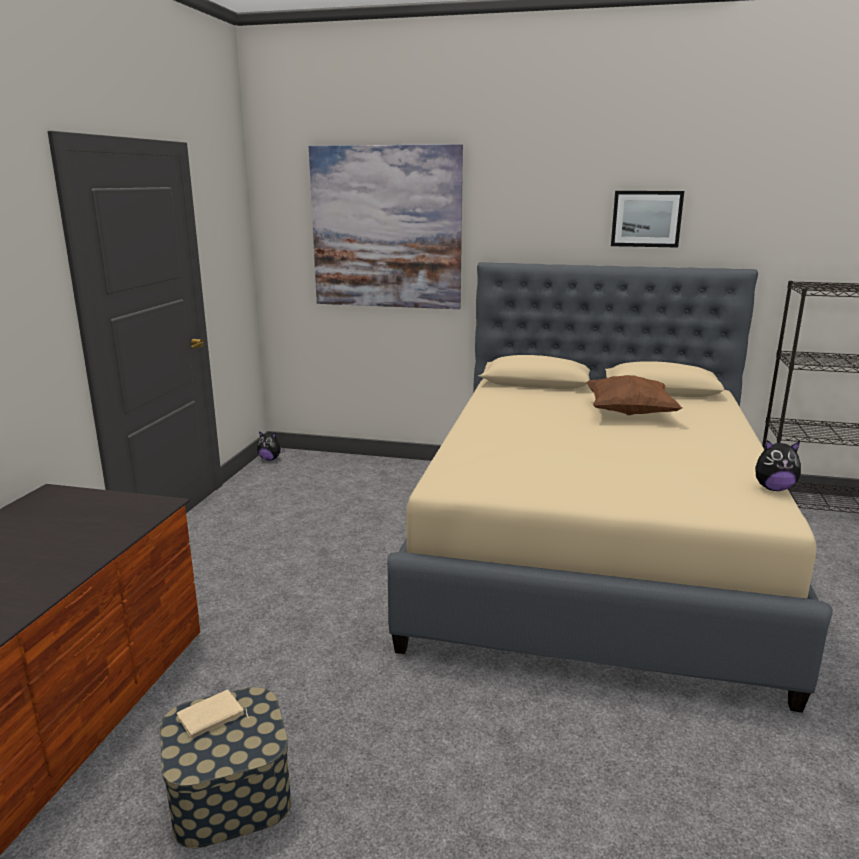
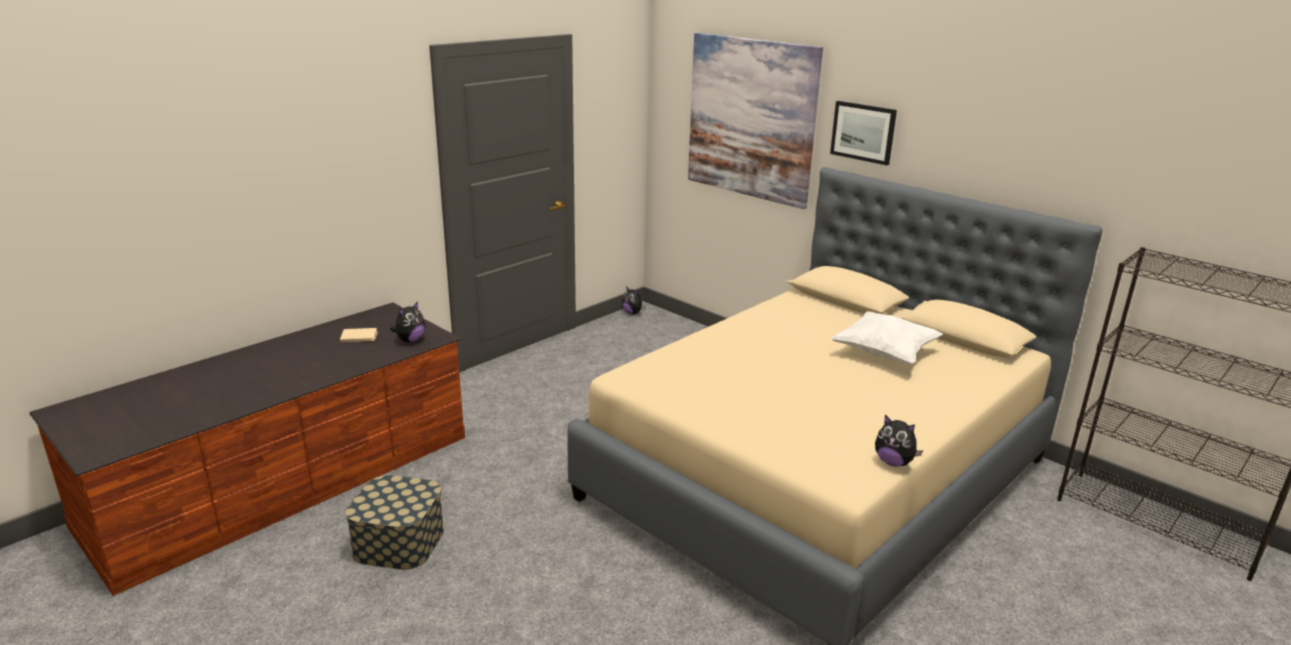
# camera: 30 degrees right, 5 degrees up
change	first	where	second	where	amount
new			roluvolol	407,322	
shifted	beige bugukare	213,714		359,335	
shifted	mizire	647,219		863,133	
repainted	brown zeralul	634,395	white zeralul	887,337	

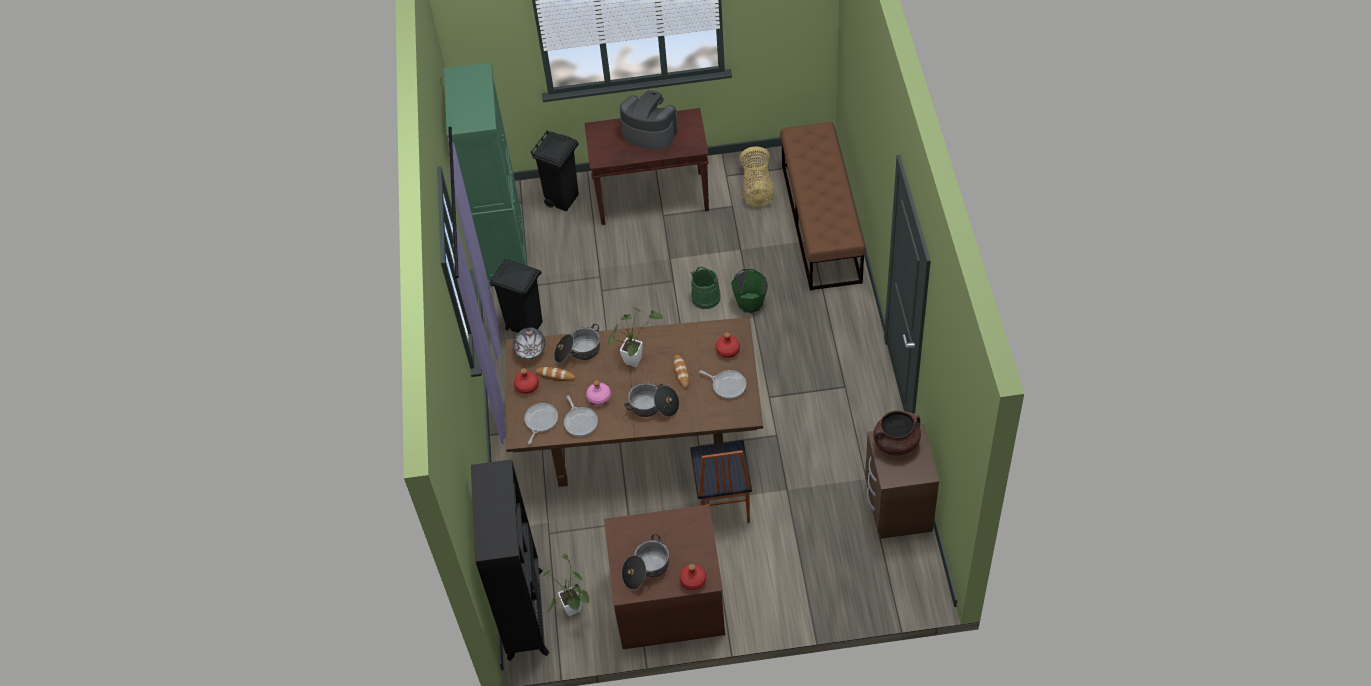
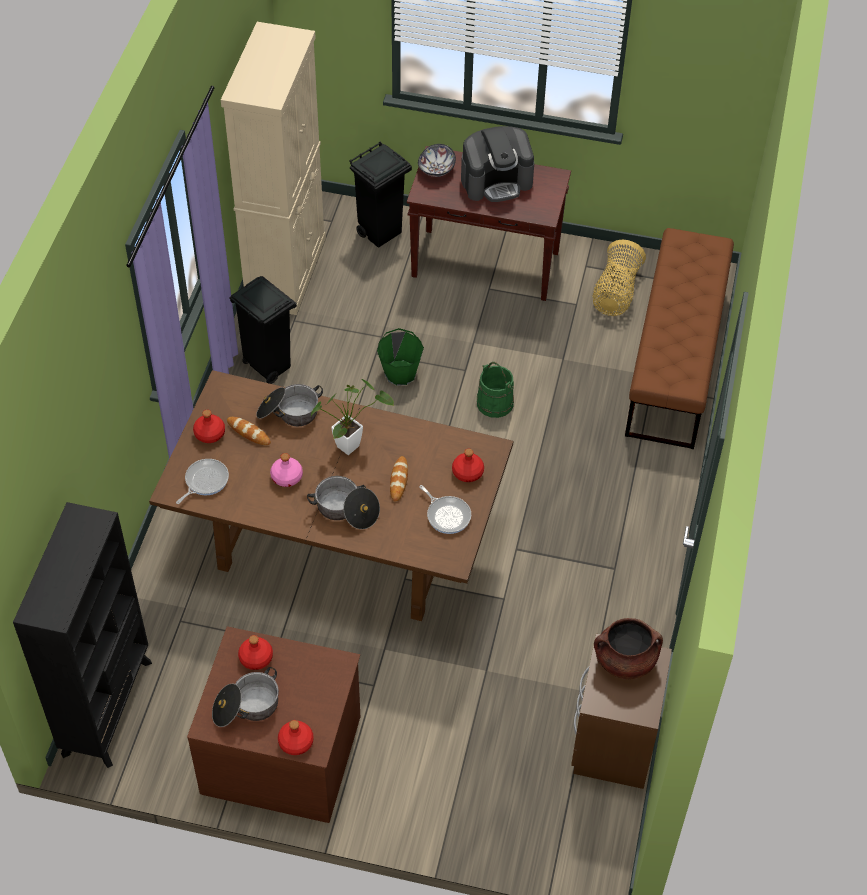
# camera: 15 degrees right, 0 degrees up
change	first	where	second	where	amount
gone	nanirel	566,584			
gone	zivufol	581,416			
gone	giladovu	721,481			
new			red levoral	255,652	
shifted	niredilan	529,343		437,160	
shifted	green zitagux	749,291		400,357	
repainted	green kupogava	485,174	beige kupogava	273,168	
rotated	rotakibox	649,120		497,164	120 degrees clockwise

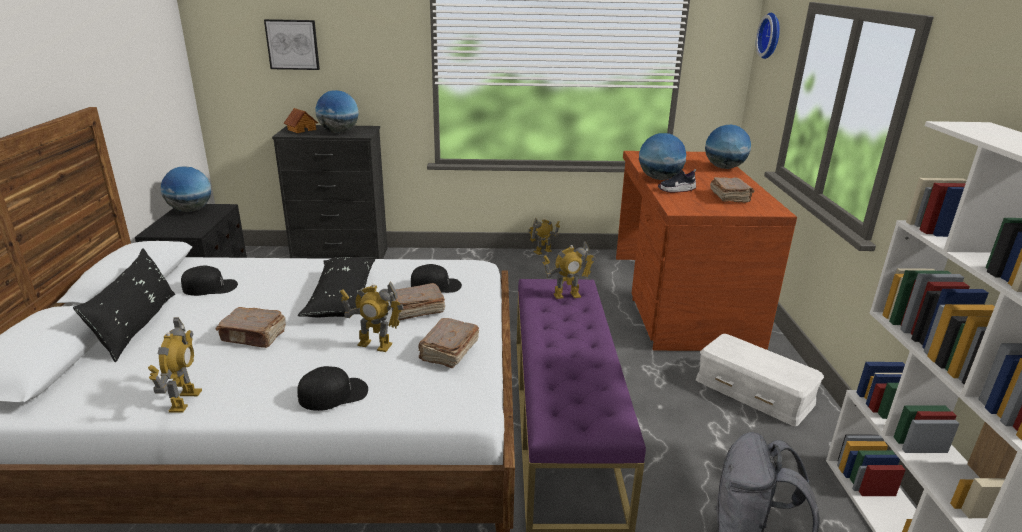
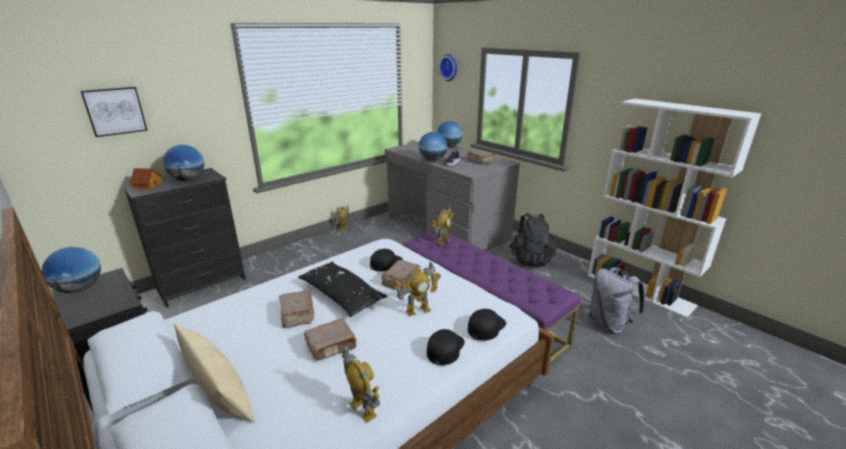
# camera: 40 degrees left, 0 degrees up
change	first	where	second	where	amount
shifted	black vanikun	209,281		487,325	
shifted	brown bugukare	448,343		297,309	
swapped	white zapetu	760,380	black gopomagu	533,240	
repainted	black zeralul	124,305	beige zeralul	214,373	
repainted	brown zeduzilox	706,251	grey zeduzilox	452,196	

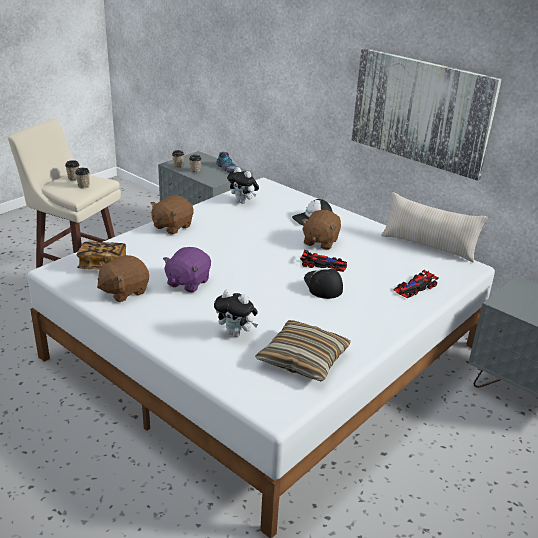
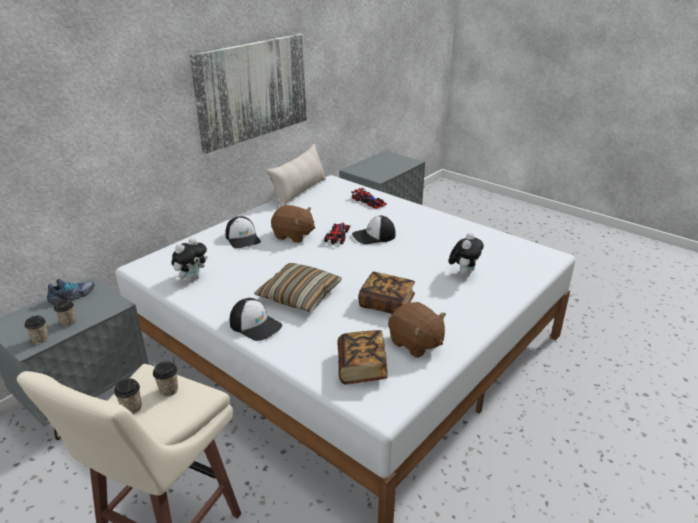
# camera: 90 degrees left, 0 degrees up
change	first	where	second	where	amount
shifted	zeralul	303,351		298,287	
swapped	brown roluvolol	172,215	vanikun	256,319	
swapped	purple roluvolol	187,270	bugukare	386,292	

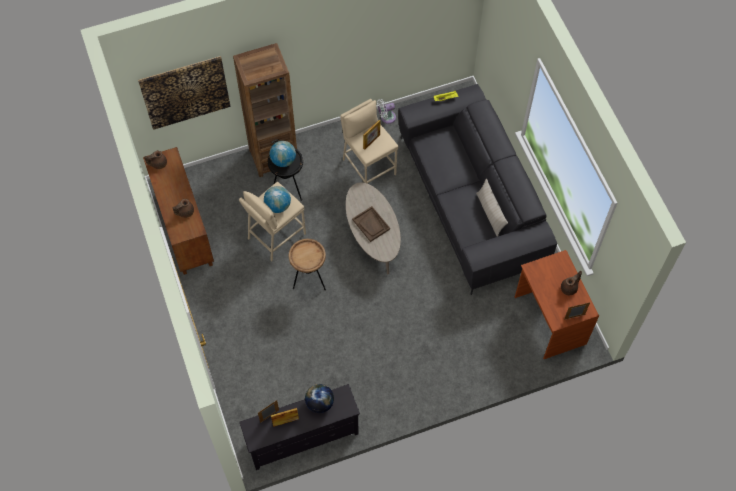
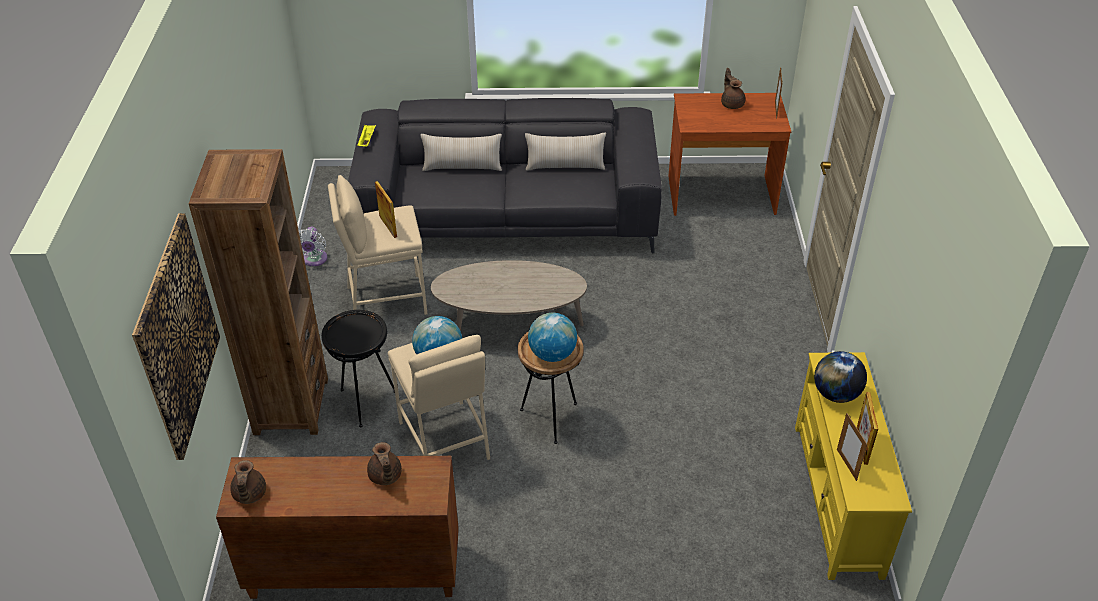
# camera: 70 degrees left, 20 degrees down
change	first	where	second	where	amount
gone	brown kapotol	371,224			
new			beige zeralul	461,152	
shifted	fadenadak	283,154		552,337	
repainted	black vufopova	300,427	yellow vufopova	853,466	

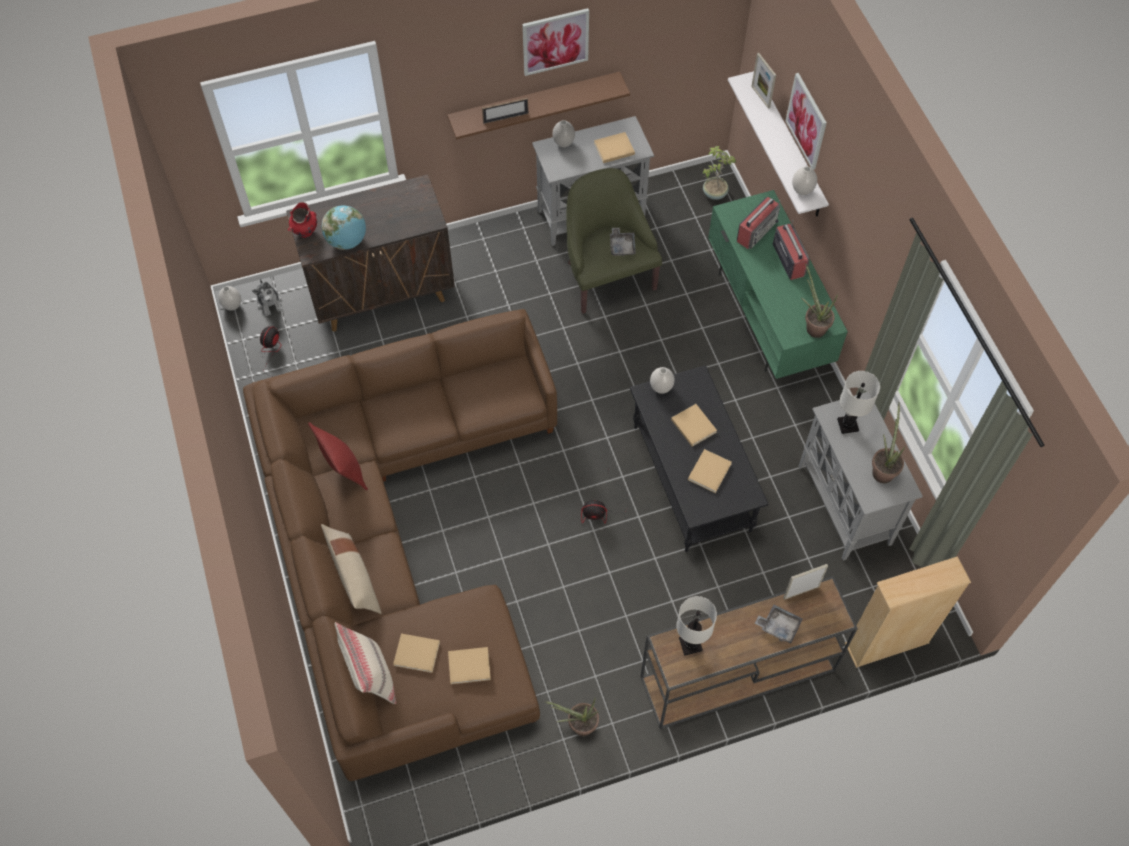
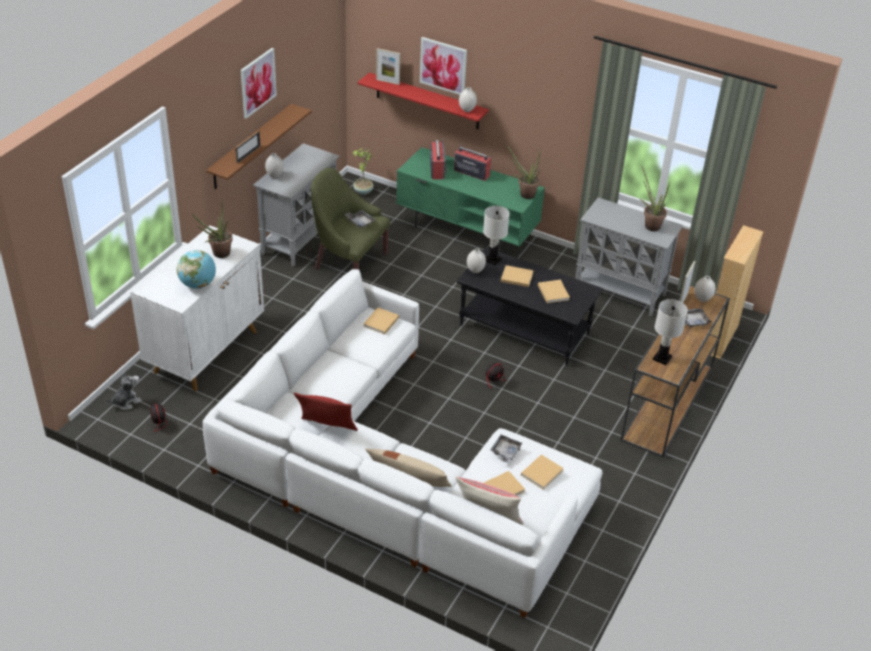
# camera: 45 degrees left, 20 degrees down
change	first	where	second	where	amount
gone	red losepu	302,220			
new			grey kapotol	506,449	
shifted	white losepu	229,298		704,289	
shifted	nanirel	572,717		212,229	
shifted	beige bugukare	614,147		381,321	
shifted	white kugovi	858,402		496,236	
repainted	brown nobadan	400,545	white nobadan	403,443	
repainted	brown kupogava	370,253	white kupogava	197,308	
repainted	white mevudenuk	778,143	red mevudenuk	423,100	
rotated	roluvolol	267,297		124,391	60 degrees counterclockwise

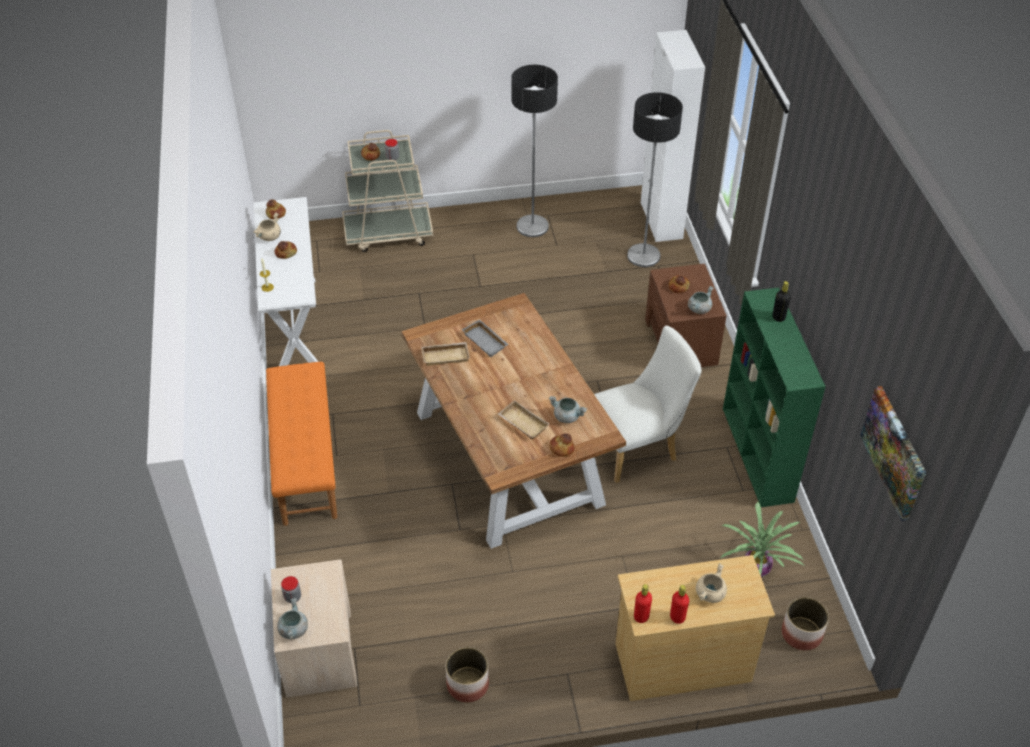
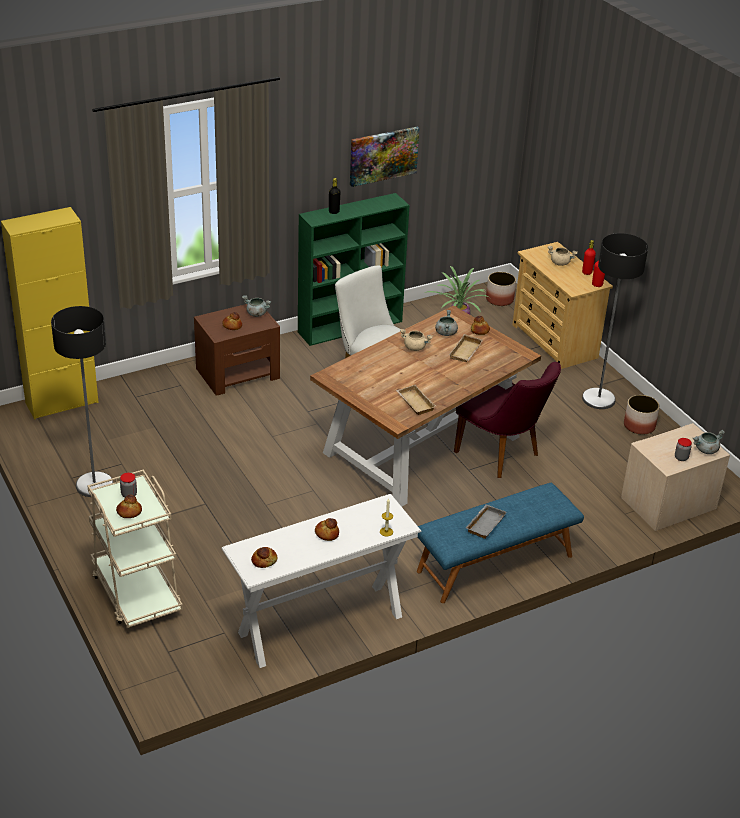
# camera: 110 degrees left, 10 degrees down
change	first	where	second	where	amount
new			purple giladovu	507,420	
shifted	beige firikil	267,226		416,340	
shifted	grey kapotol	485,338		486,521	
shifted	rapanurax	655,179		615,321	
shifted	mizire	893,453		384,157	
repainted	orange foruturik	301,444	blue foruturik	500,543	
repainted	white kupogava	673,136	yellow kupogava	50,313	

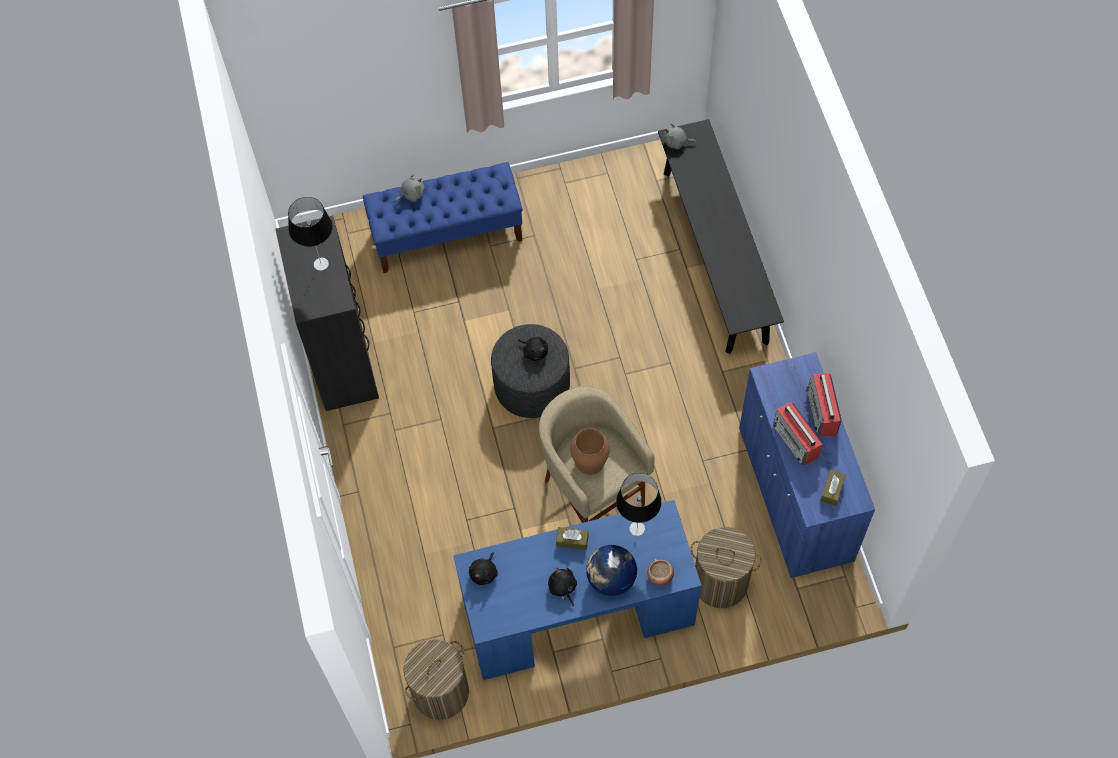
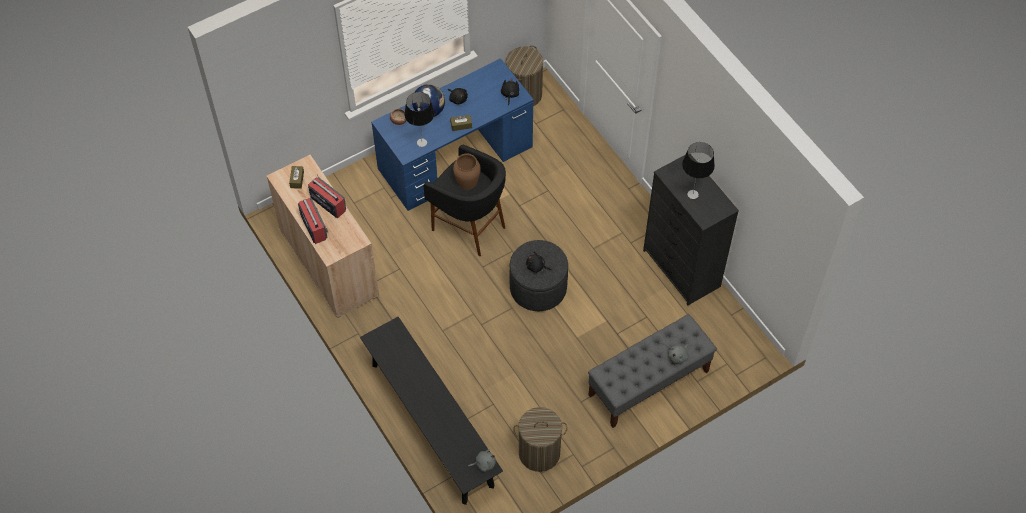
# camera: 160 degrees right, 5 degrees down
change	first	where	second	where	amount
shifted	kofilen	726,567		540,439	
repainted	blue foruturik	443,217	grey foruturik	652,371	
repainted	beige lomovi	596,454	black lomovi	465,200	
repainted	blue kupogava	807,465	beige kupogava	323,236	

